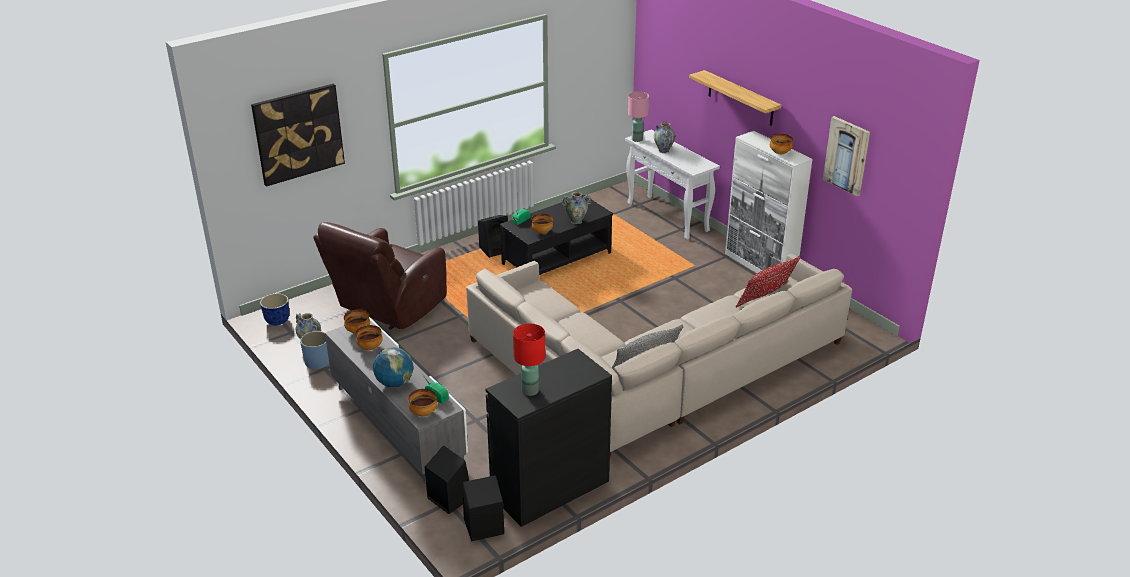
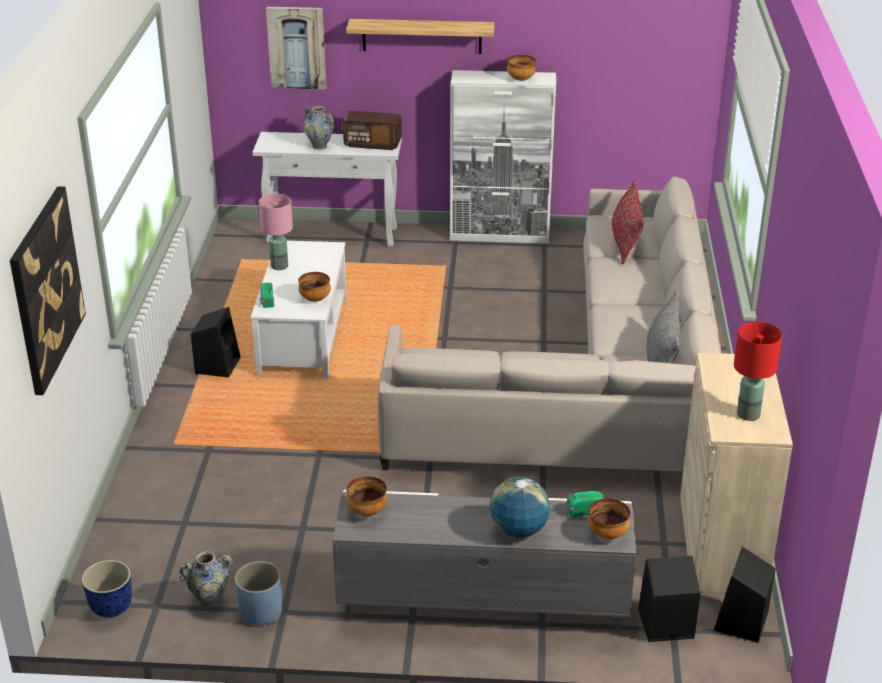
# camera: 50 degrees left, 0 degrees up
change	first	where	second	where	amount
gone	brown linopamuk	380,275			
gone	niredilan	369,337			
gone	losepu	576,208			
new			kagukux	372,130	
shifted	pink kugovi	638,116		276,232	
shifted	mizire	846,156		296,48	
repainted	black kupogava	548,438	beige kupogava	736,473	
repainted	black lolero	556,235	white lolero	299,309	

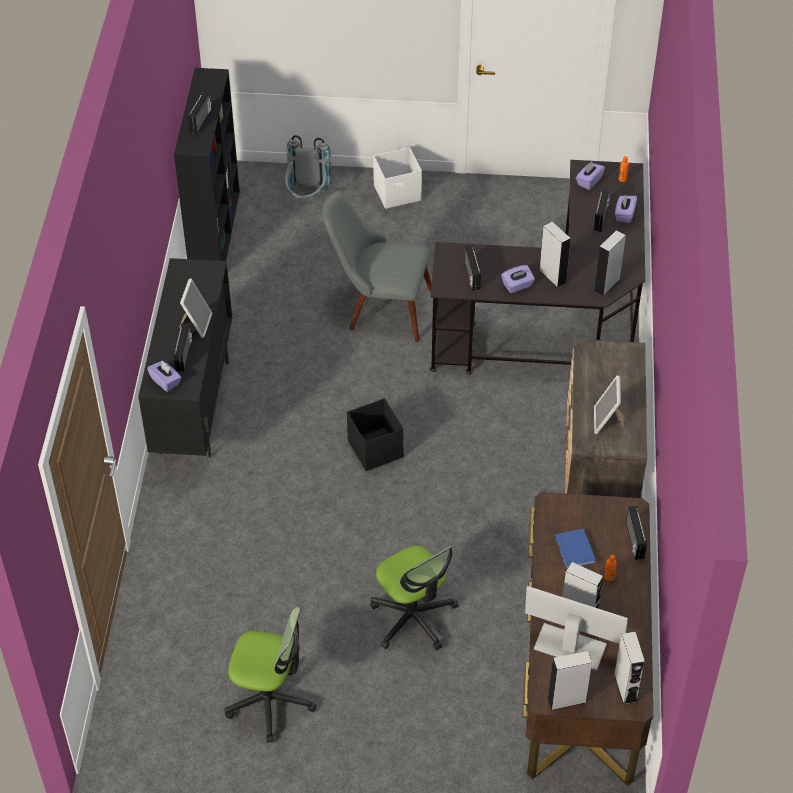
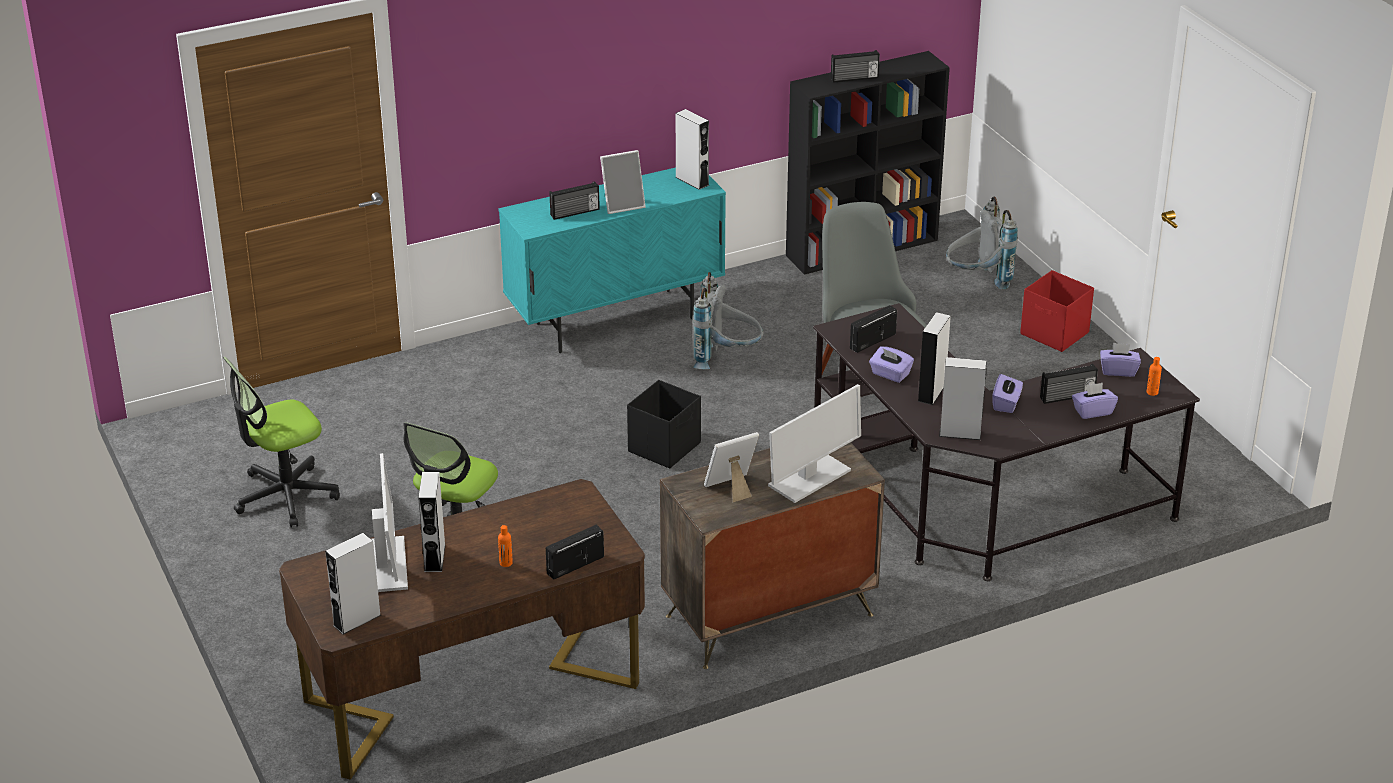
# camera: 60 degrees right, 15 degrees down
change	first	where	second	where	amount
gone	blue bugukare	575,549			
new			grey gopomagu	728,320	
new			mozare	814,443	
shifted	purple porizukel	164,376		1007,393	
shifted	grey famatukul	569,681		692,149	
repainted	black kupogava	185,358	turquoise kupogava	612,260	
repainted	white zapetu	397,178	red zapetu	1057,311	
rotated	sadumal	270,675		281,442	75 degrees clockwise

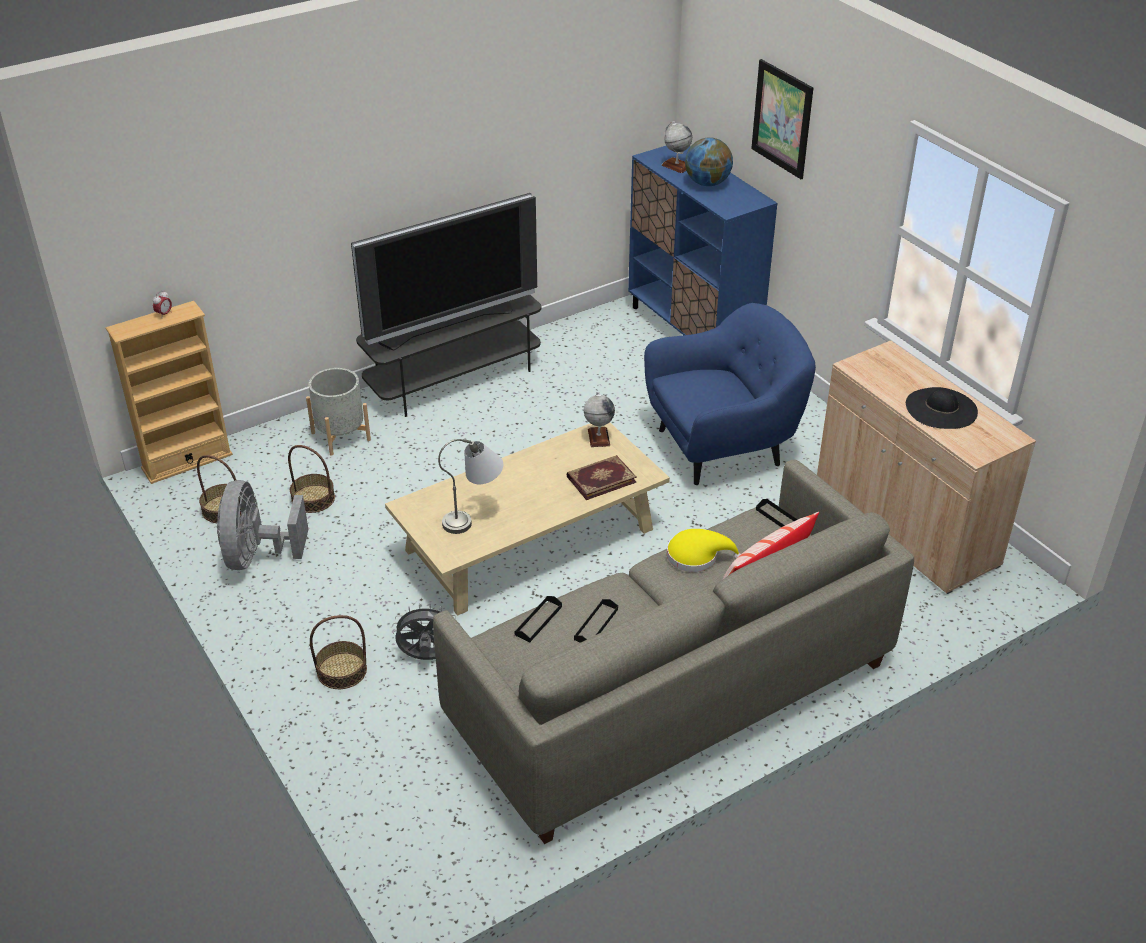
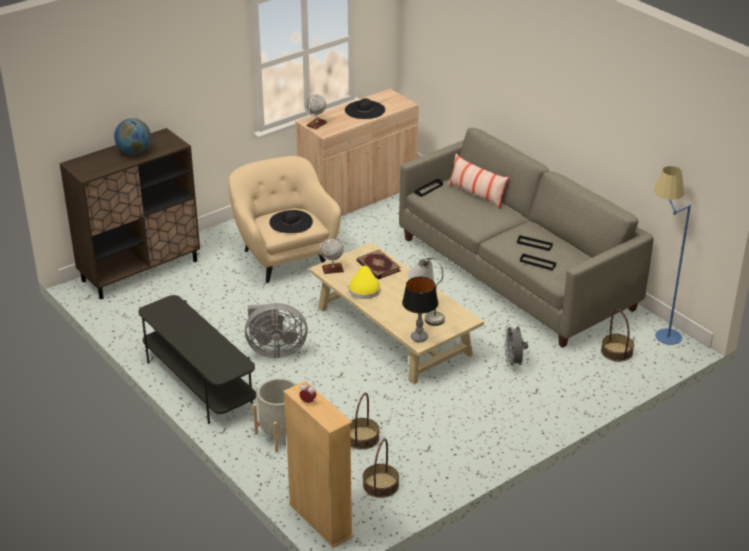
# camera: 95 degrees left, 5 degrees down
change	first	where	second	where	amount
gone	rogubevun	444,271			
gone	mizire	782,119			
new			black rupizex	291,221	
new			kugovi	420,309	
new			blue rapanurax	672,255	
shifted	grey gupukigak	263,525		276,330	
shifted	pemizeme	338,652		617,335	
shifted	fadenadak	677,147		316,112	
shifted	yellow rupizex	704,550		364,282	
repainted	blue kupogava	702,240	brown kupogava	130,213	
repainted	blue linopamuk	730,394	beige linopamuk	284,219	

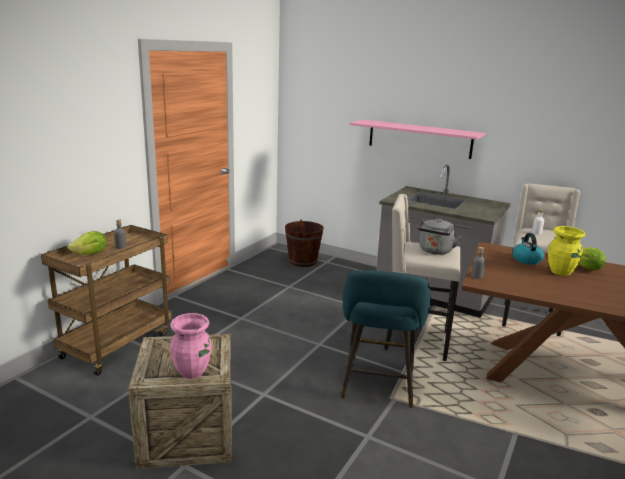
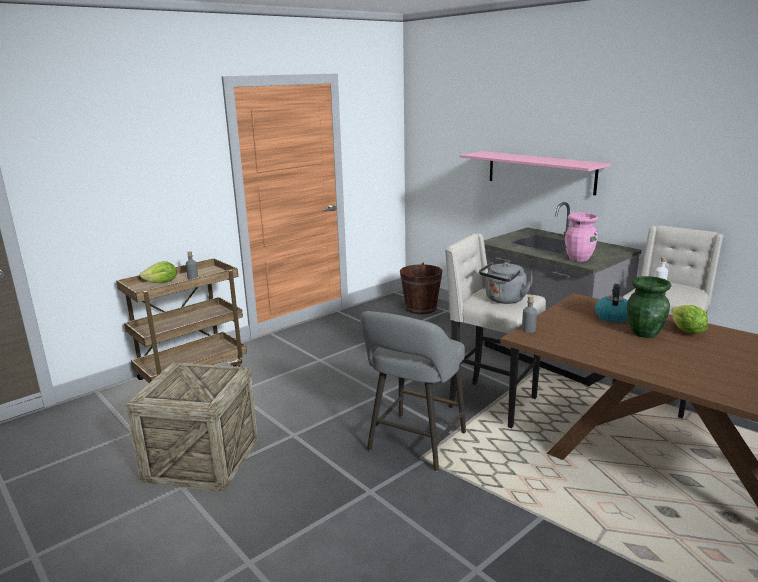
# camera: 20 degrees right, 0 degrees up
change	first	where	second	where	amount
shifted	pink losepu	191,346		581,237	
repainted	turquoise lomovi	386,339	grey lomovi	413,391	
repainted	yellow losepu	566,251	green losepu	649,307	

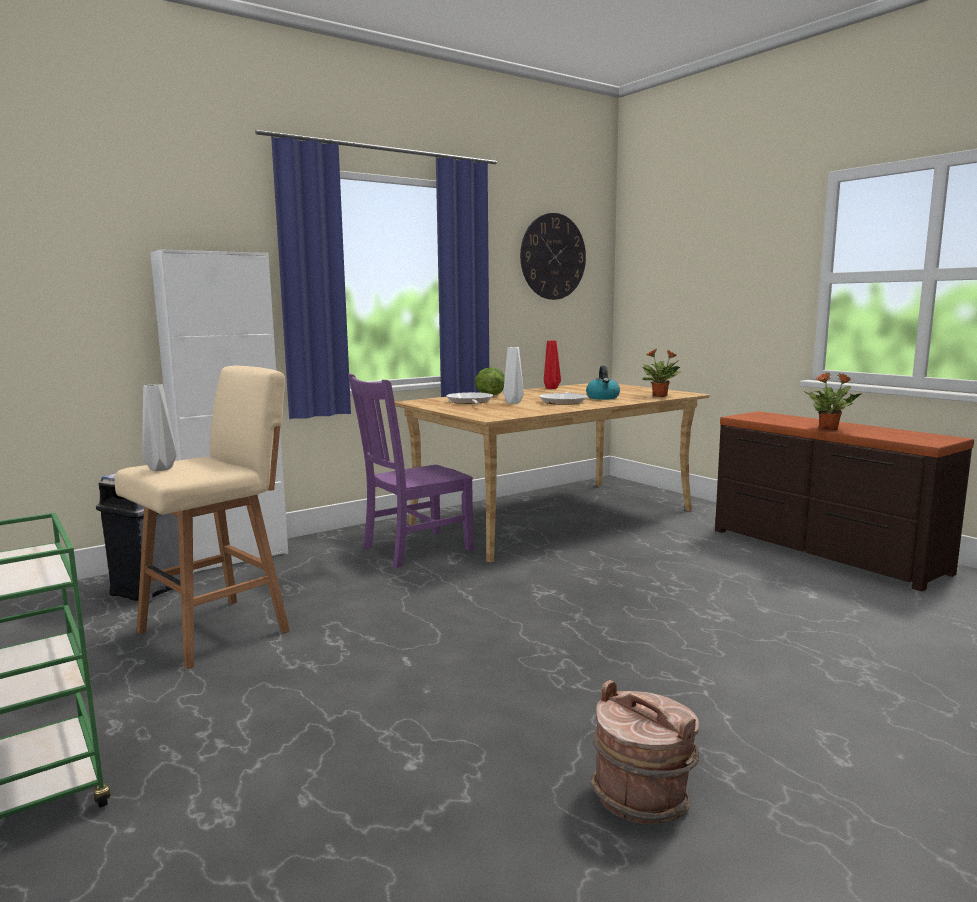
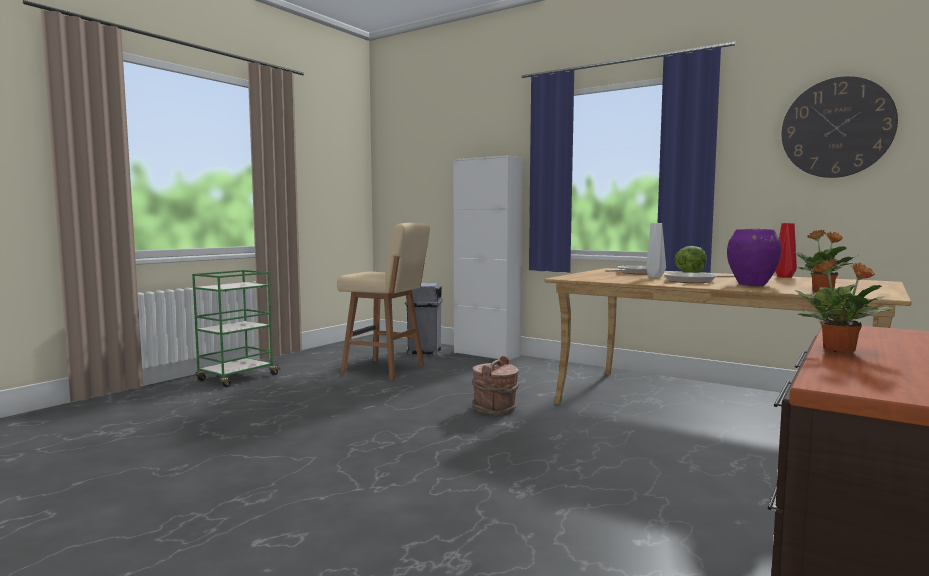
# camera: 70 degrees right, 5 degrees down
change	first	where	second	where	amount
gone	grey losepu	159,427			
gone	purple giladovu	411,470			
shifted	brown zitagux	645,752		495,385	
swapped	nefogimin	603,383	purple losepu	754,257	

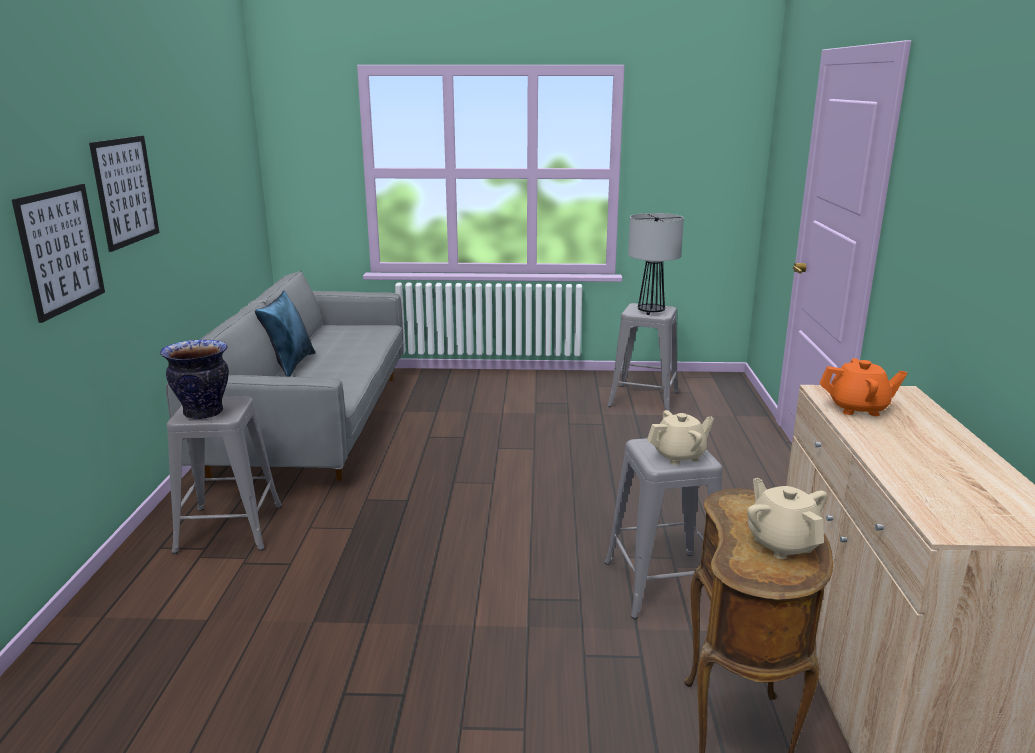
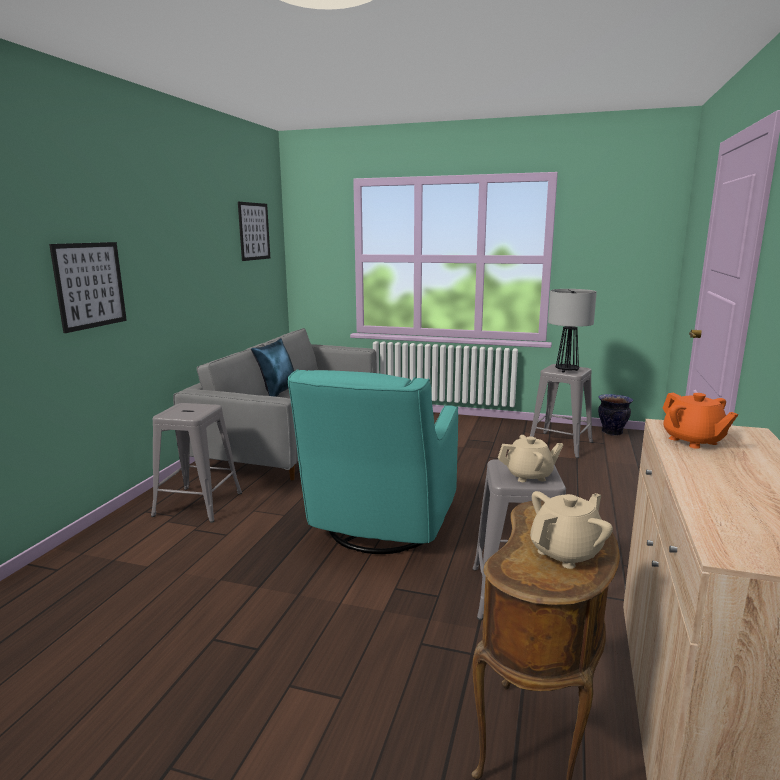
# camera: 15 degrees right, 5 degrees down
change	first	where	second	where	amount
new			turquoise linopamuk	373,461	
shifted	mizire	124,194		254,231	
shifted	losepu	194,379		615,415	
rotated	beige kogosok	787,518		571,530	60 degrees clockwise
rotated	orange kogosok	863,387		700,421	45 degrees clockwise

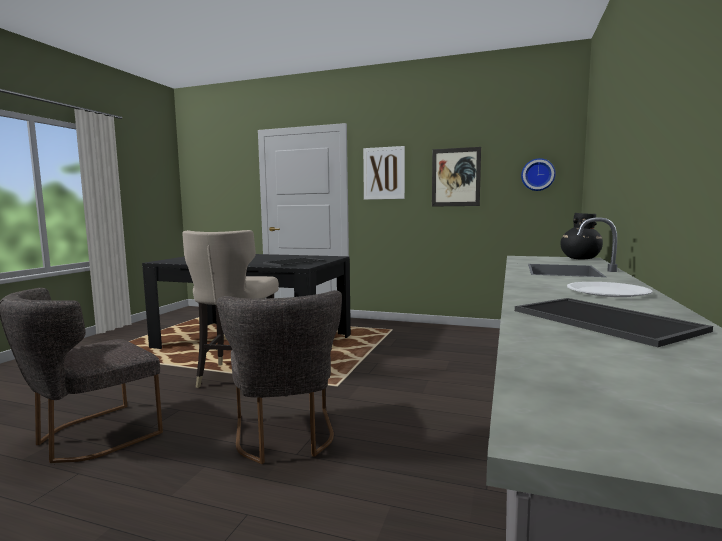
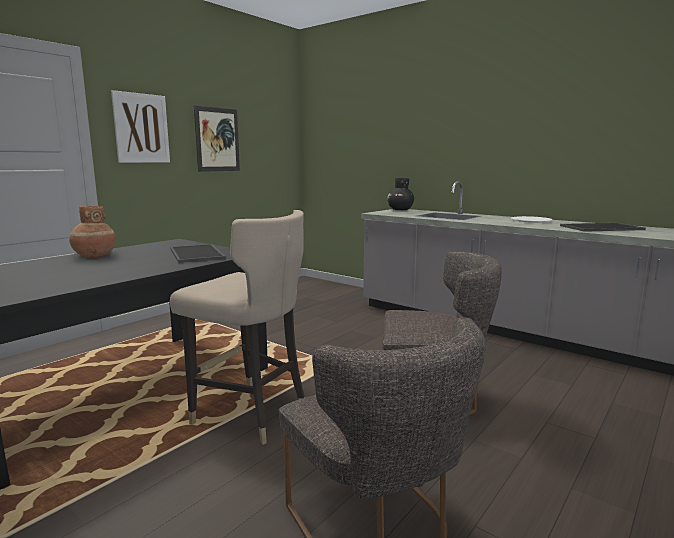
# camera: 70 degrees left, 5 degrees up
change	first	where	second	where	amount
gone	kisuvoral	538,174			
new			brown losepu	92,231	

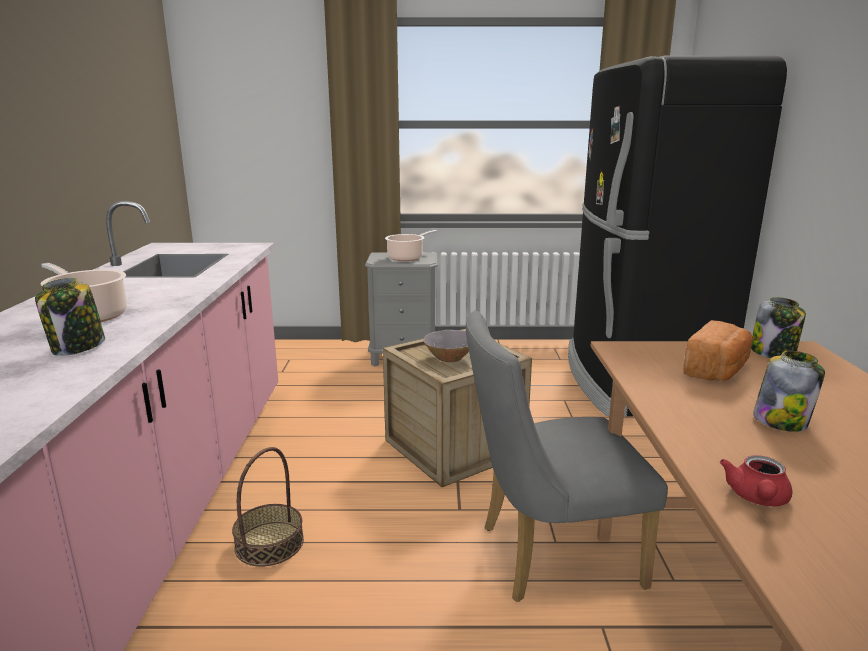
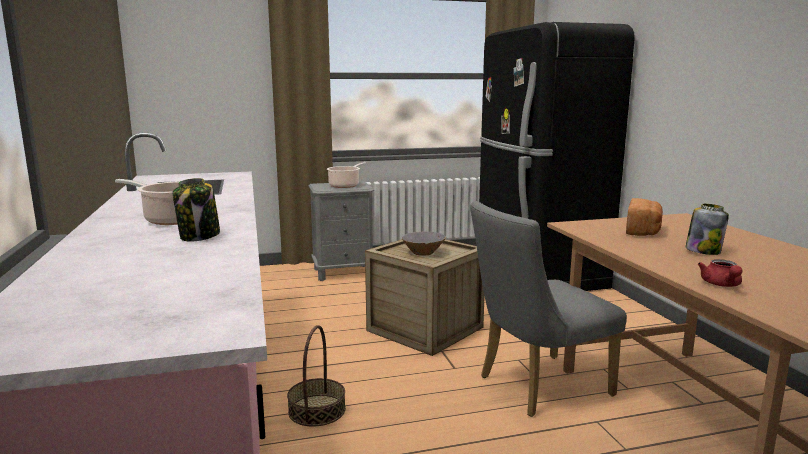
# camera: 15 degrees left, 5 degrees down
change	first	where	second	where	amount
gone	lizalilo	778,327			

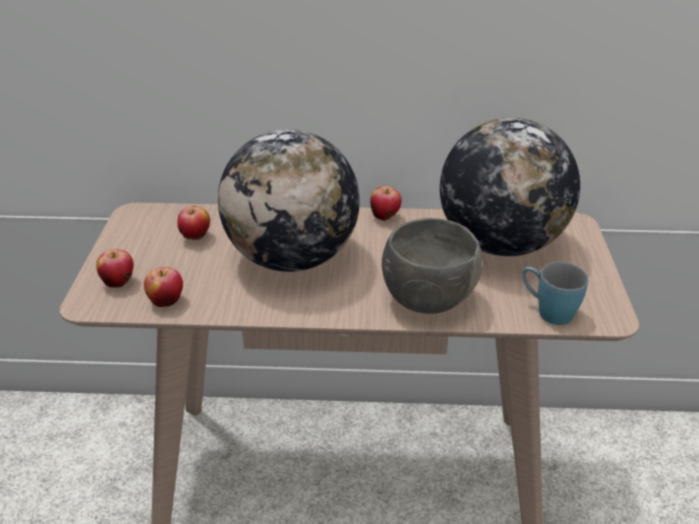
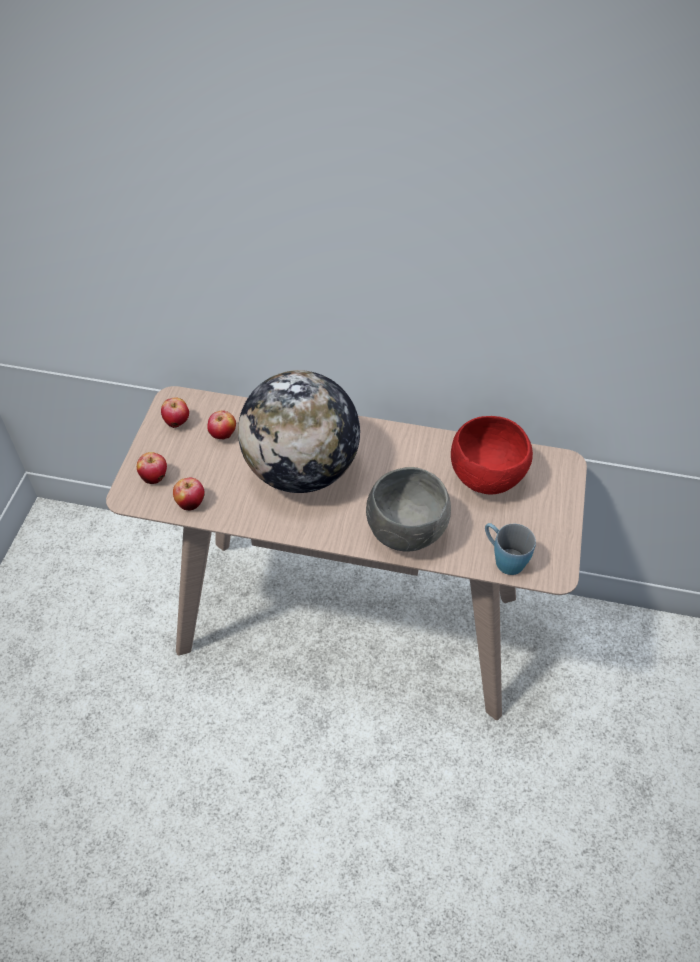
# camera: 10 degrees right, 15 degrees up
change	first	where	second	where	amount
shifted	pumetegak	386,203		175,412	
swapped	fadenadak	510,187	red niredilan	492,455	

